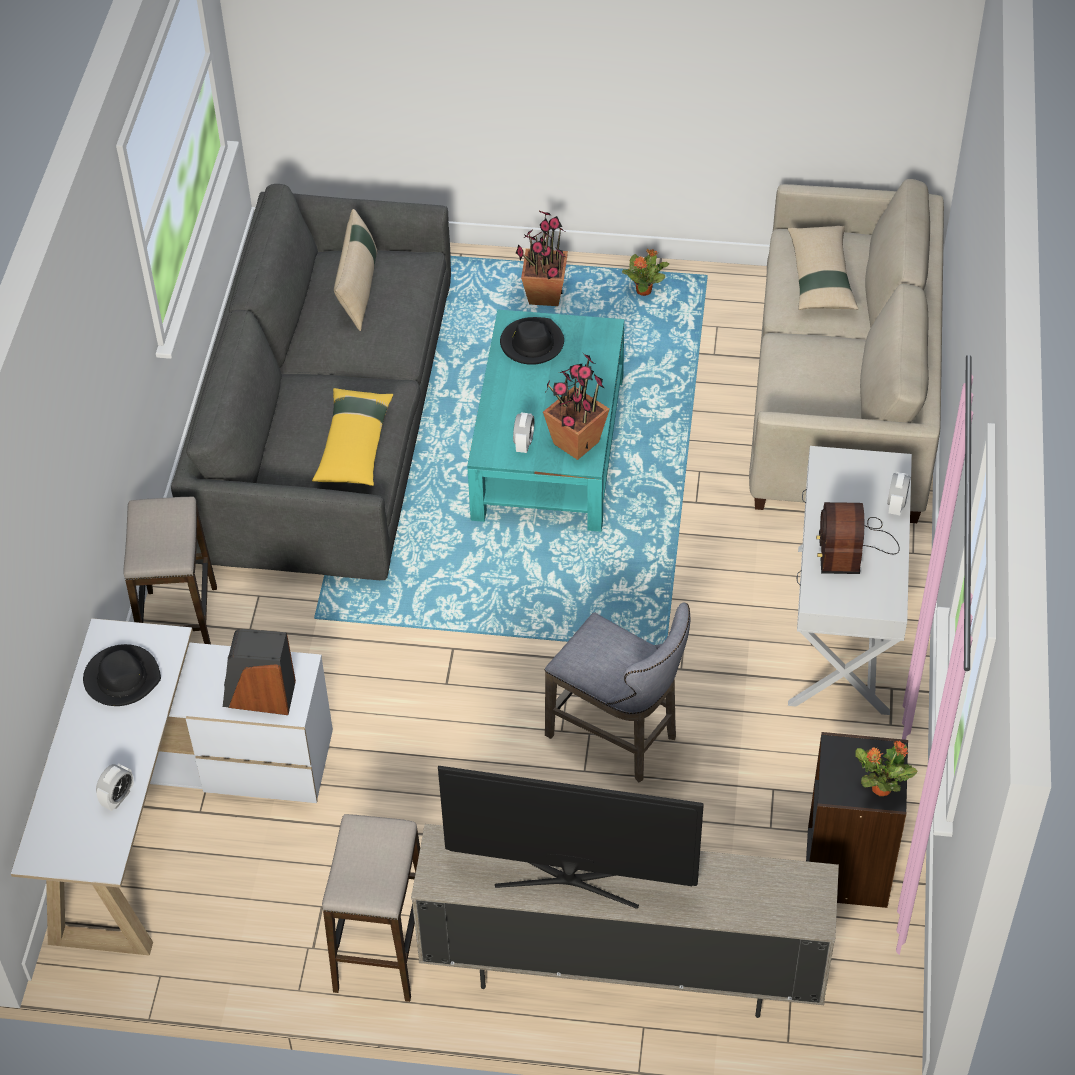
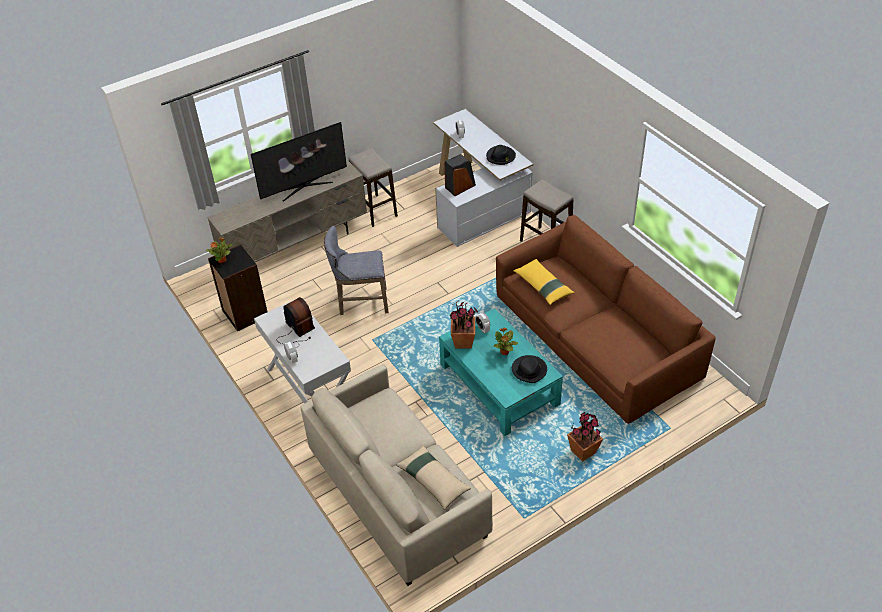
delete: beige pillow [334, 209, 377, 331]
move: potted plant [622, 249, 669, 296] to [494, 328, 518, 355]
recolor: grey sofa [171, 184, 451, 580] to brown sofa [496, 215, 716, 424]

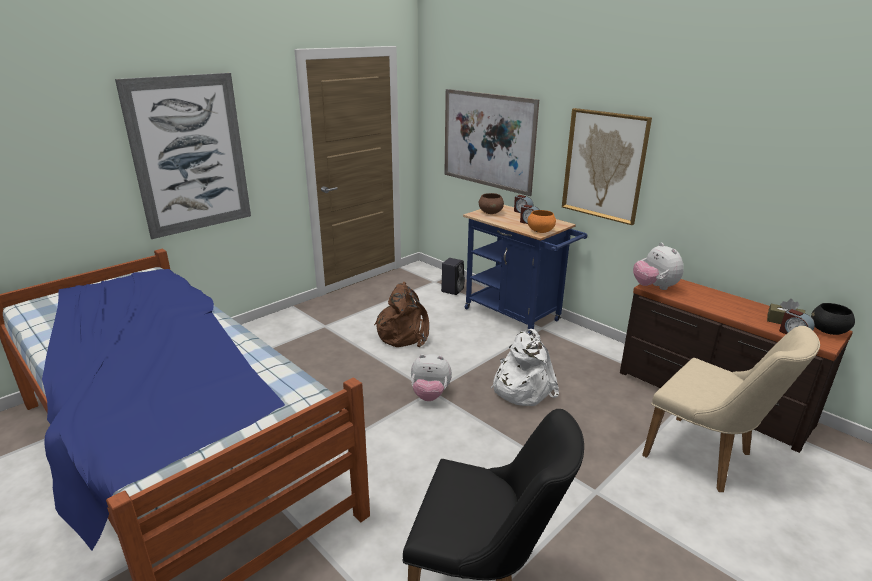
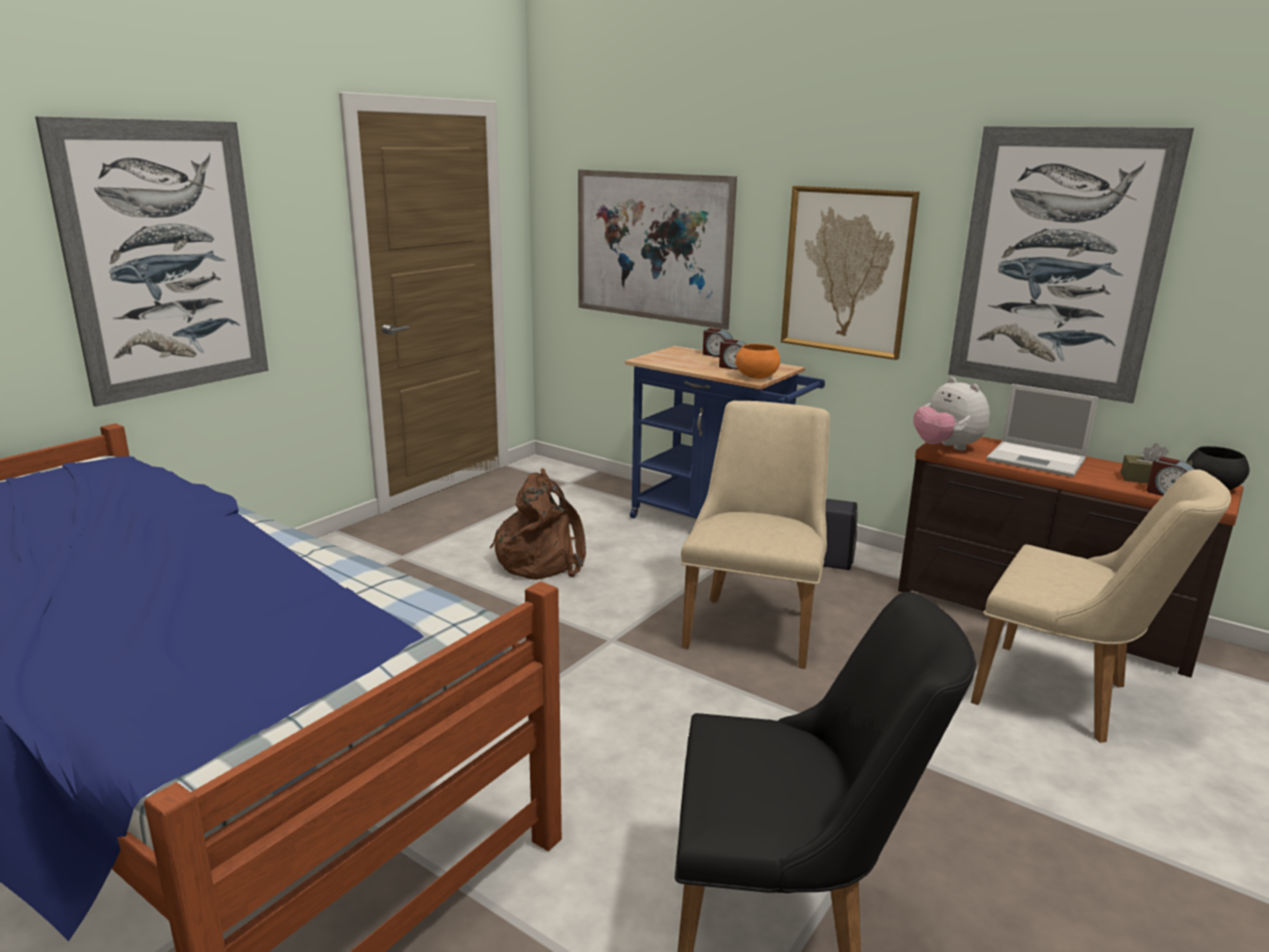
delete: plush toy [411, 354, 452, 401]; brown bowl [479, 193, 504, 214]
insert: picture [948, 126, 1194, 403]; laptop [986, 384, 1098, 477]
move: black speaker [441, 258, 465, 295] to [823, 499, 858, 570]
replace: white backpack [491, 329, 559, 406] to beige chair [681, 401, 830, 669]

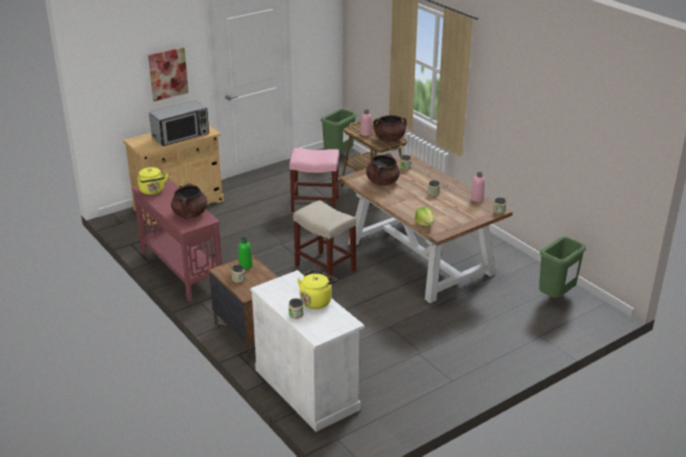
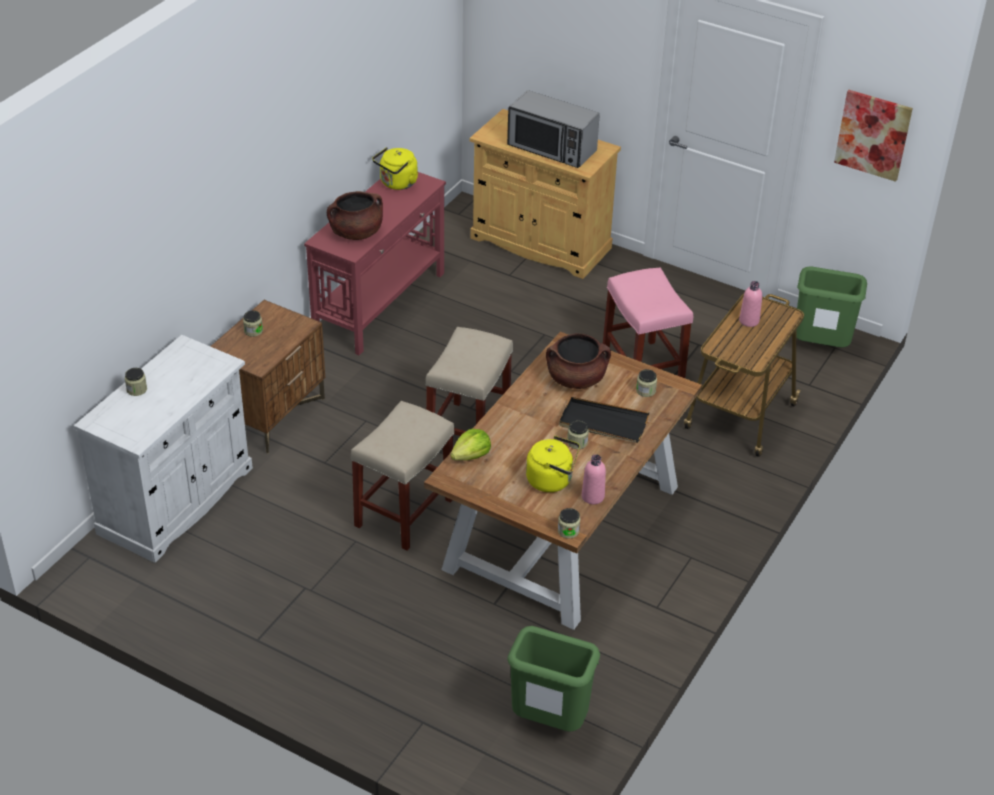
delete: green bottle [238, 237, 253, 270]; brown cooking pot [373, 115, 407, 142]
insert: beige stool [351, 401, 454, 551]; black tray [559, 397, 649, 443]
move: picture [148, 47, 189, 101] to [834, 90, 913, 182]; yellow kettle [297, 270, 337, 309] to [526, 436, 580, 492]

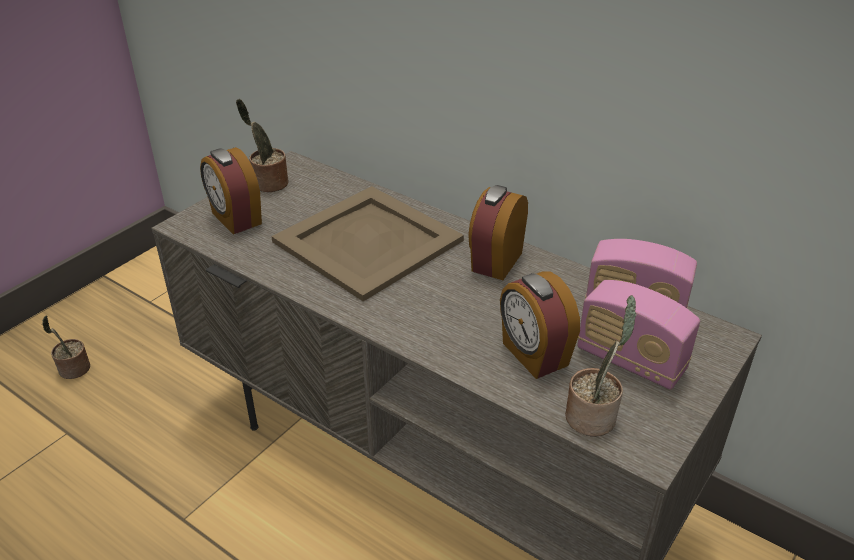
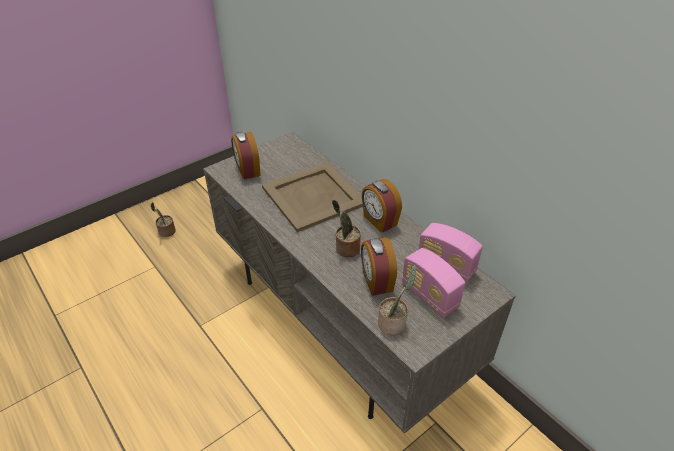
move: potted plant [236, 99, 288, 192] to [332, 200, 361, 257]
rotate: alarm clock [468, 185, 528, 280] = [362, 179, 402, 233] 75 degrees counterclockwise

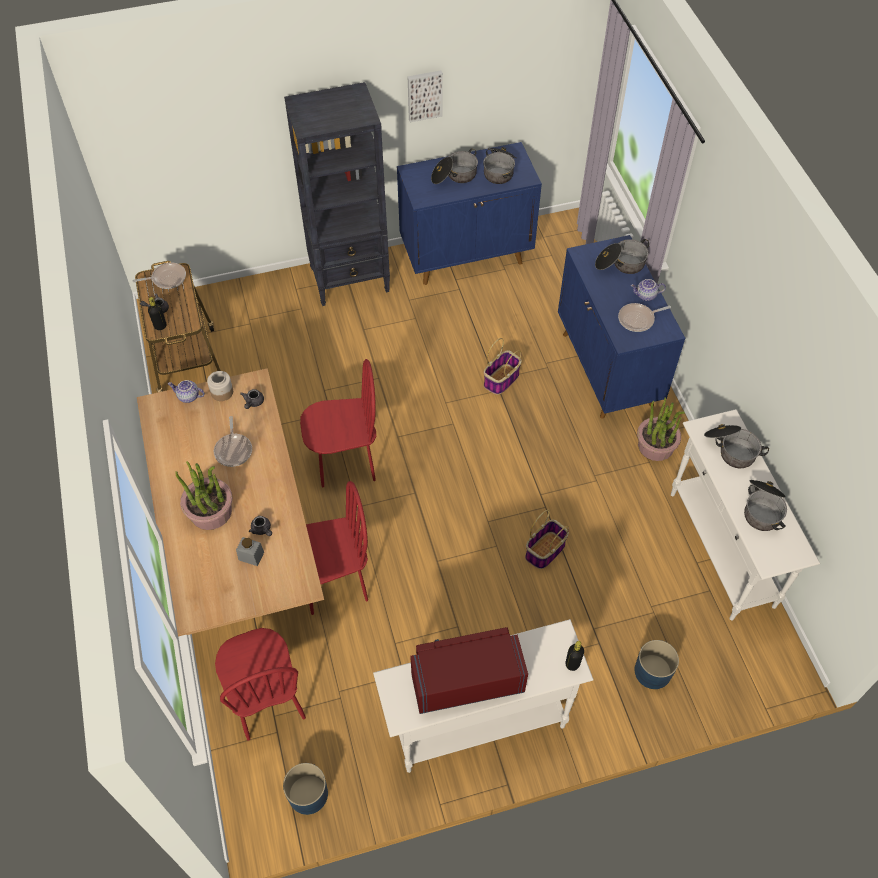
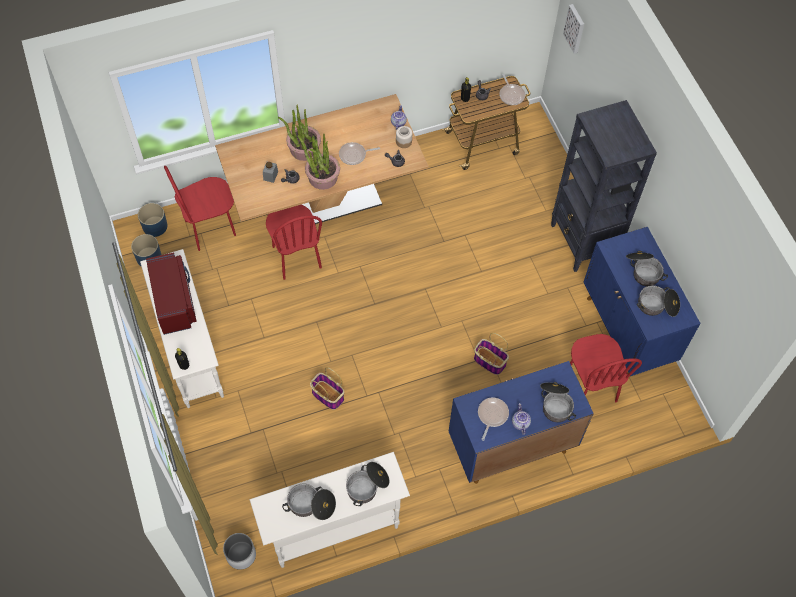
insert: white planter [223, 533, 256, 570]
move: red chair [300, 359, 376, 487] to [570, 334, 642, 402]; picture [408, 71, 443, 122] to [563, 4, 584, 54]; blue planter [635, 640, 679, 689] to [138, 203, 168, 237]; potted plant [637, 398, 685, 461] to [297, 133, 340, 190]
rotate: frying pan [618, 303, 671, 332] = [478, 397, 509, 441] 45 degrees clockwise

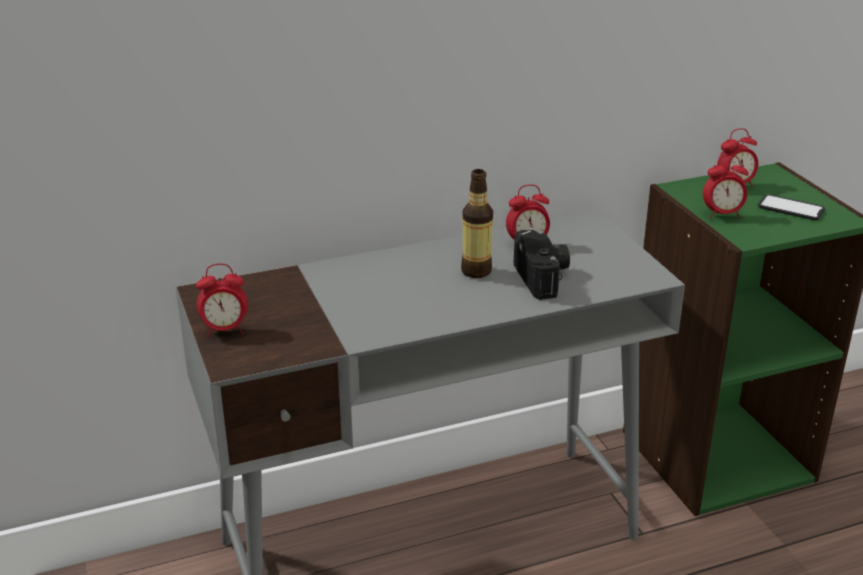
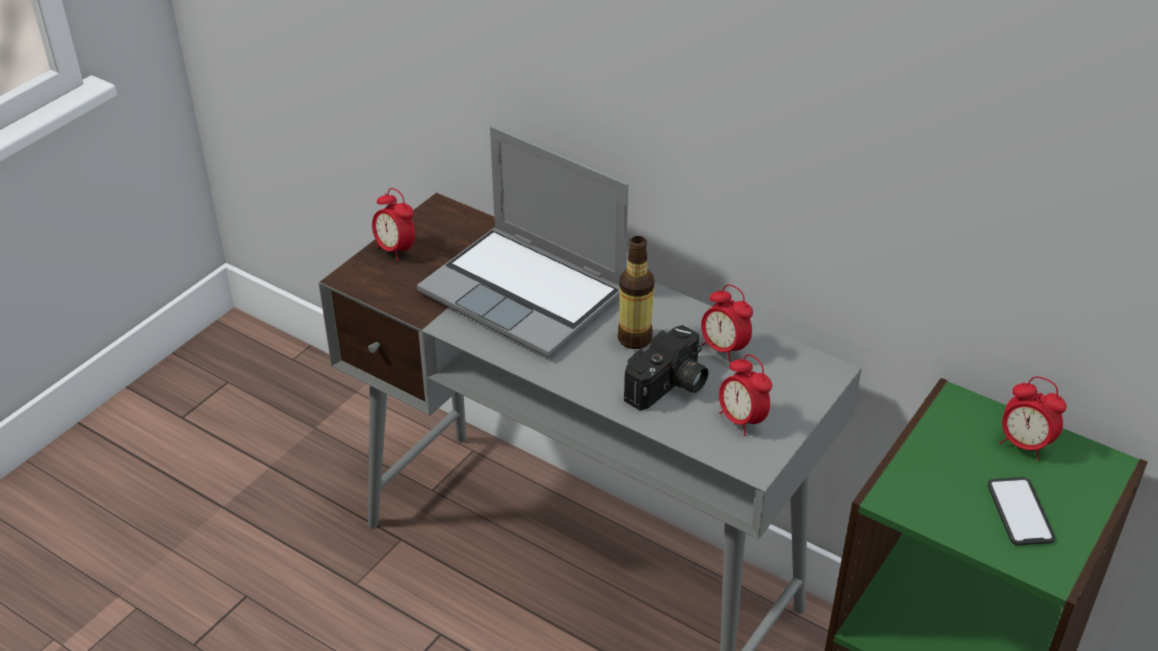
insert: laptop [417, 126, 628, 358]
move: alarm clock [703, 155, 749, 219] to [719, 354, 772, 436]

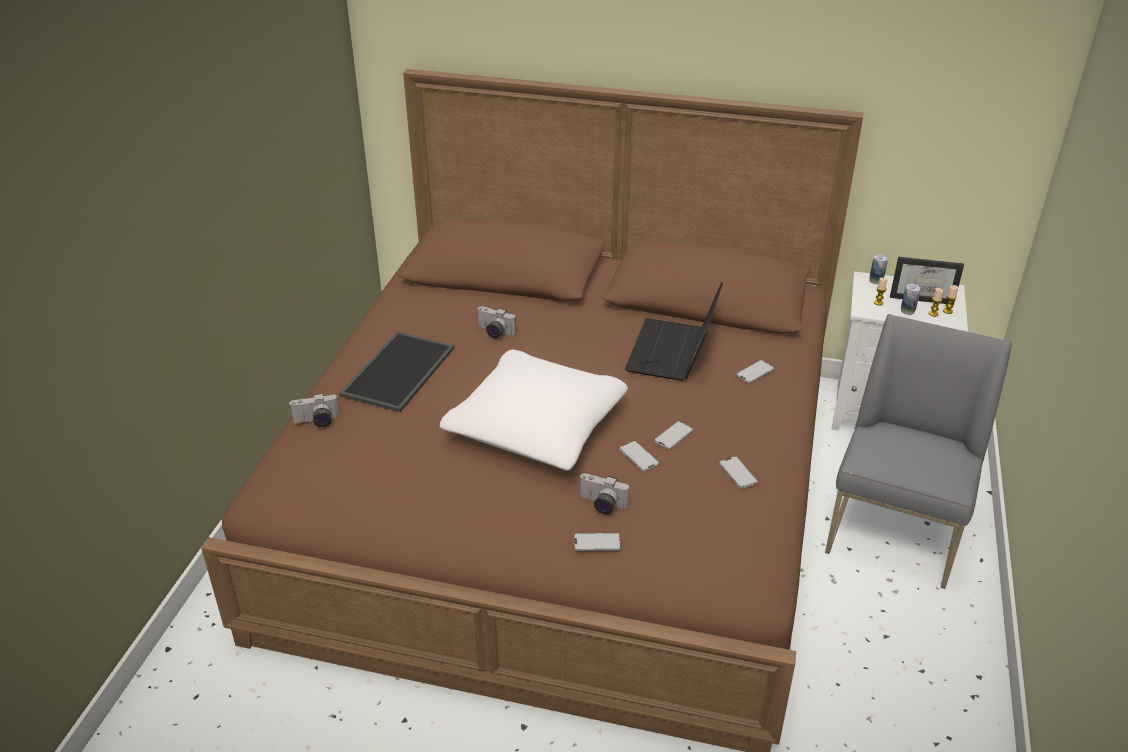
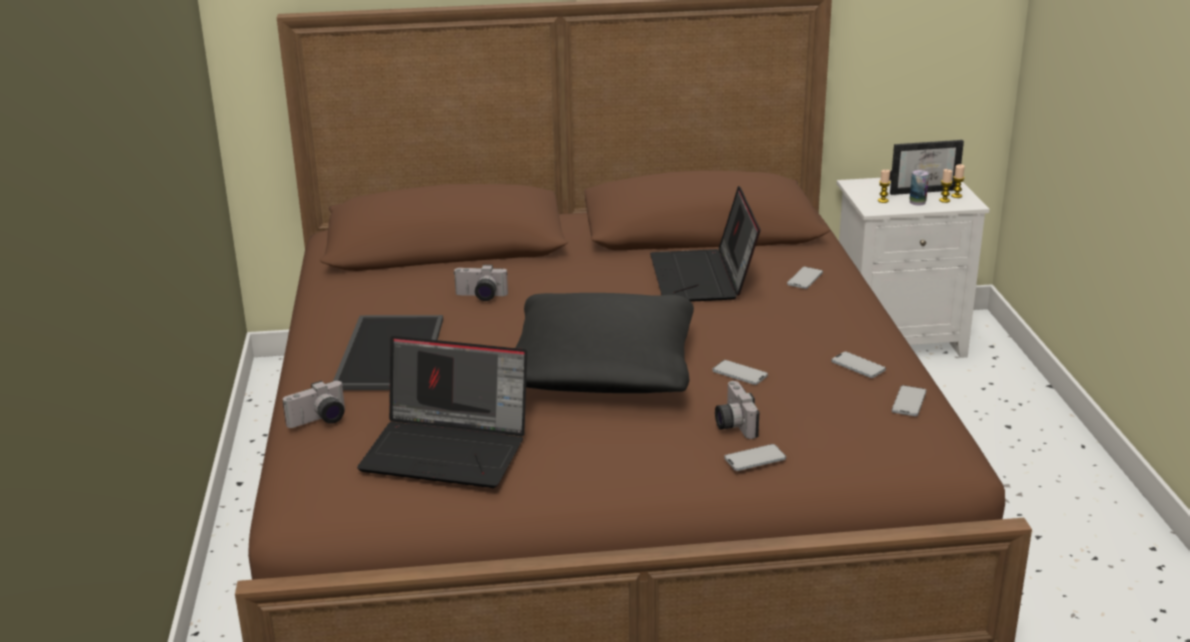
delete: grey chair [825, 314, 1012, 589]; can [869, 254, 888, 285]
insert: laptop [357, 336, 527, 488]
move: phone [654, 421, 693, 449] to [892, 385, 926, 416]
recolor: white pillow [440, 350, 628, 471] to black pillow [516, 293, 694, 393]
rotate: photo camera [580, 473, 629, 514] = [715, 381, 759, 439] 75 degrees clockwise

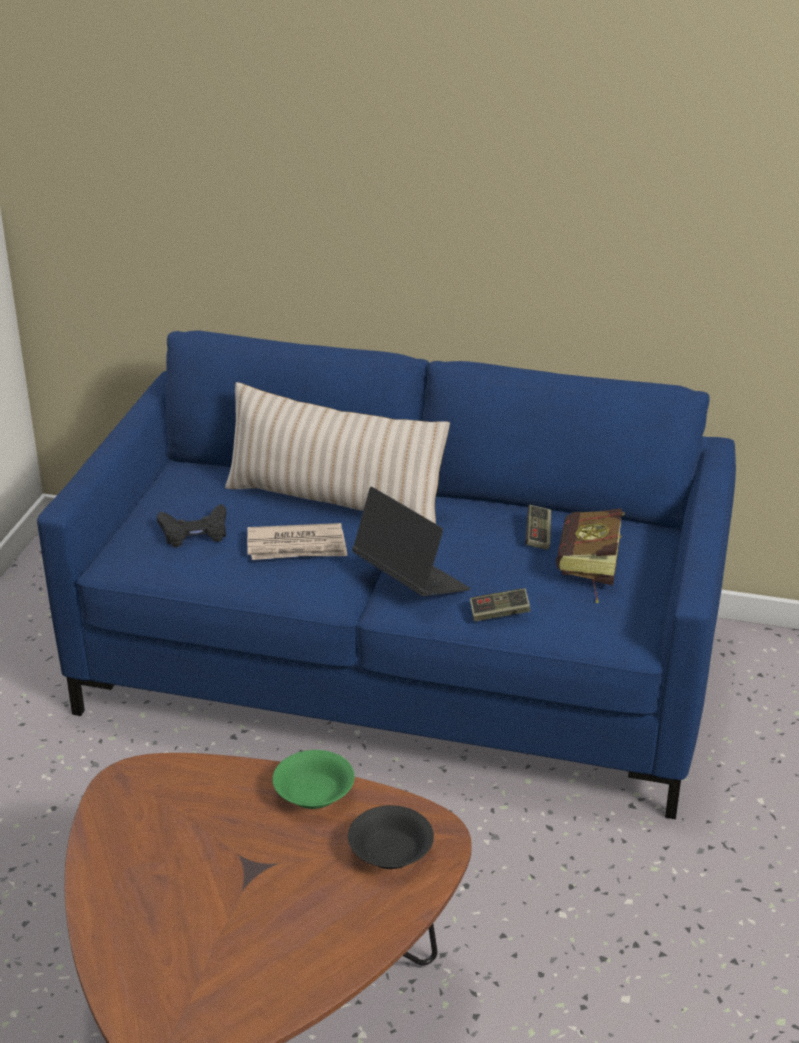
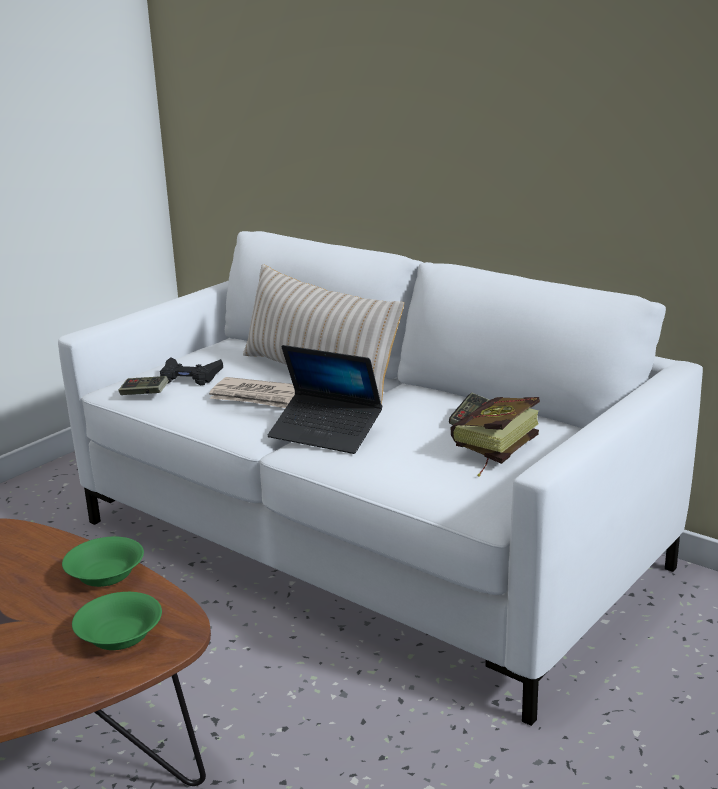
move: game controller [470, 588, 531, 621] to [118, 376, 169, 395]
recolor: blue sofa [37, 330, 736, 819] to white sofa [58, 231, 703, 726]; black bowl [348, 805, 434, 869] to green bowl [72, 592, 162, 650]
rotate: laptop [352, 487, 470, 596] = [268, 345, 382, 454] 135 degrees clockwise

